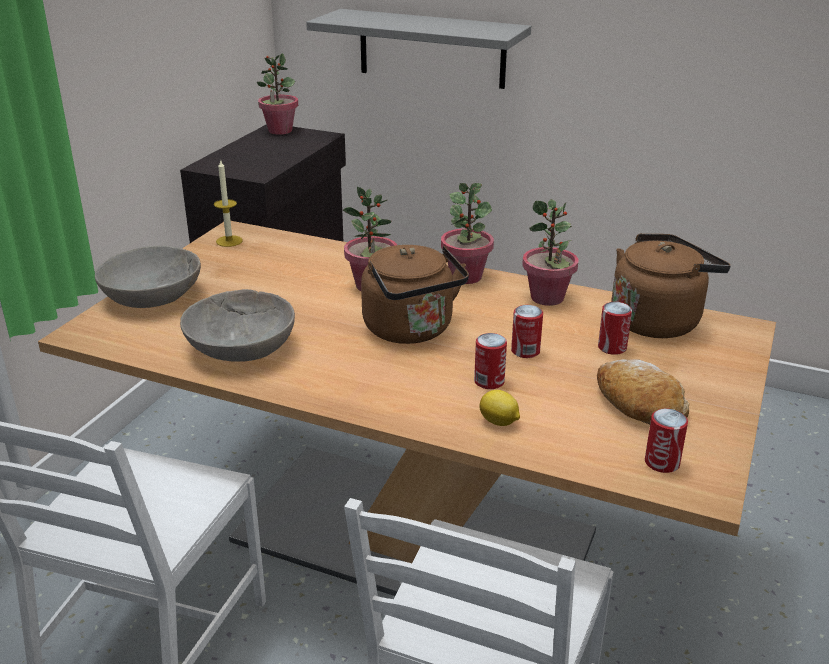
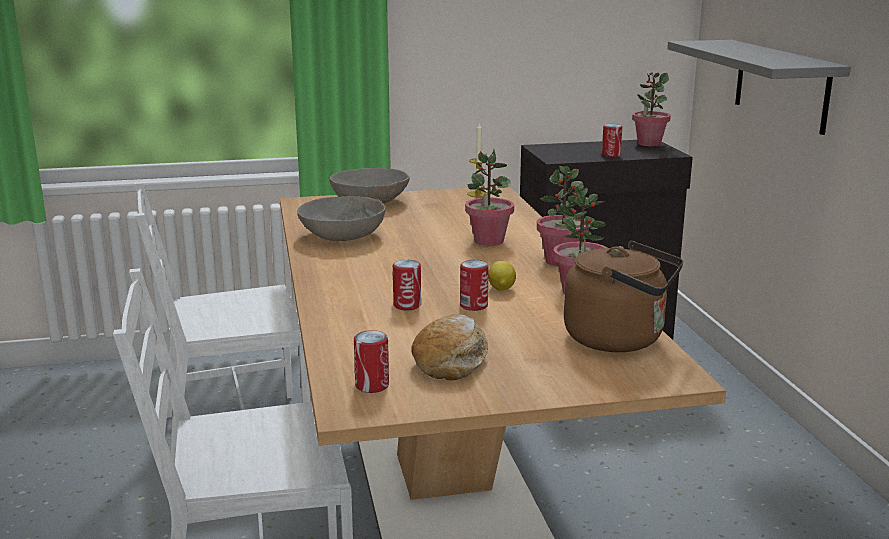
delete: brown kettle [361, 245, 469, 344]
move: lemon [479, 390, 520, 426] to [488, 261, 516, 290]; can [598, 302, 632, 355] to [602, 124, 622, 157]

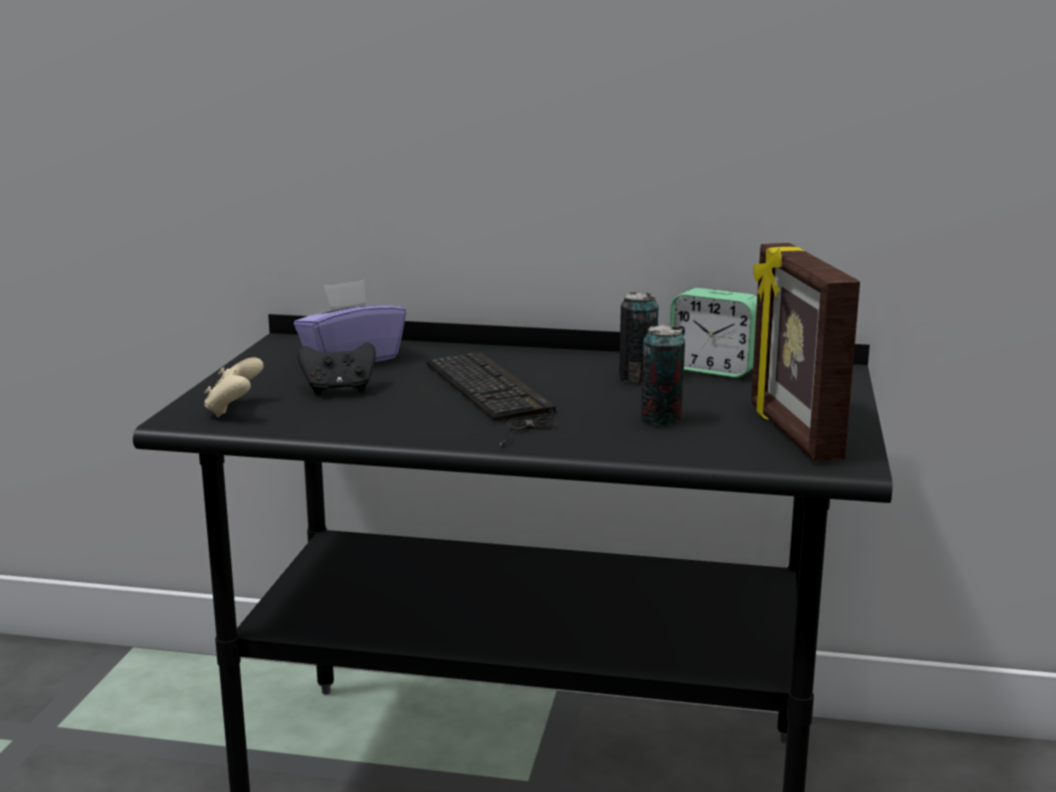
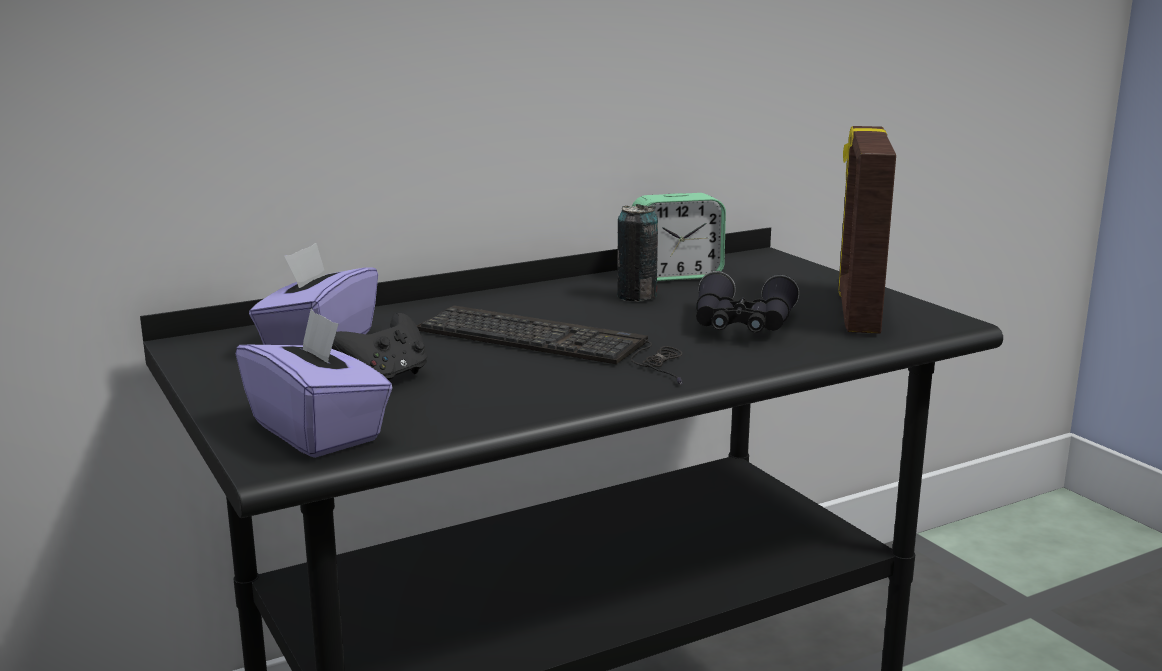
replace: beige game controller [204, 357, 264, 417] to purple tissue box [236, 308, 392, 458]; can [640, 325, 685, 425] to black binoculars [696, 271, 799, 333]
rotate: picture frame [751, 243, 860, 461] = [838, 126, 896, 334] 60 degrees clockwise

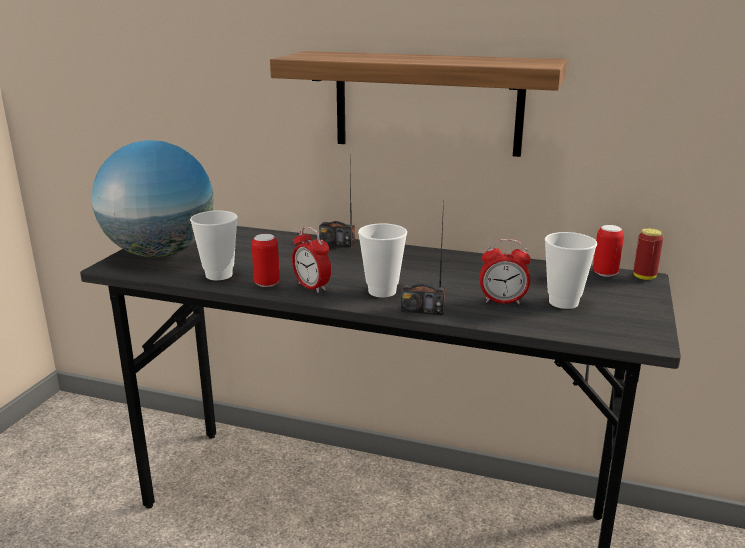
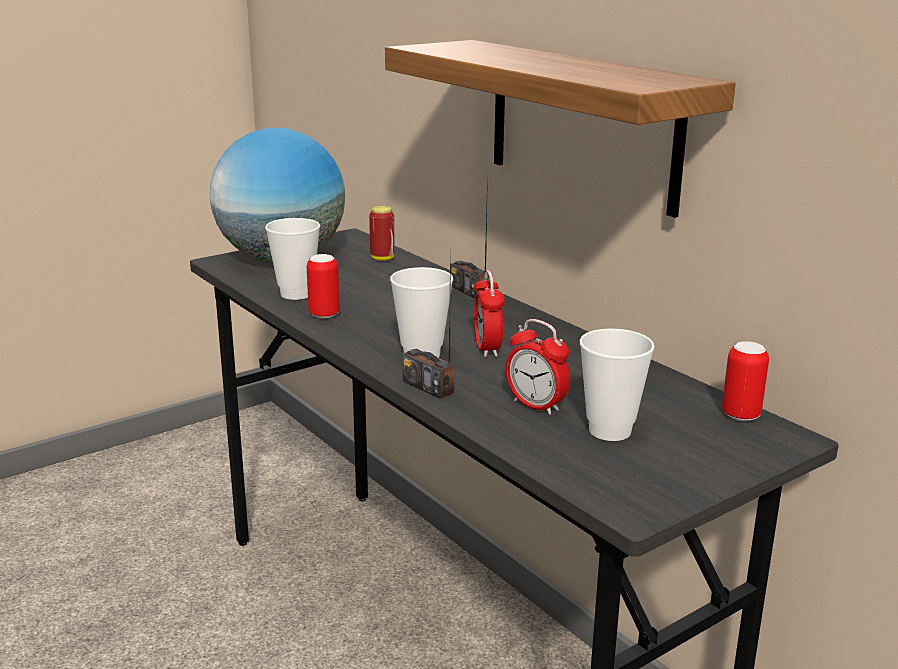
move: alarm clock [292, 226, 331, 293] to [473, 270, 505, 357]; can [633, 228, 663, 280] to [369, 206, 395, 261]

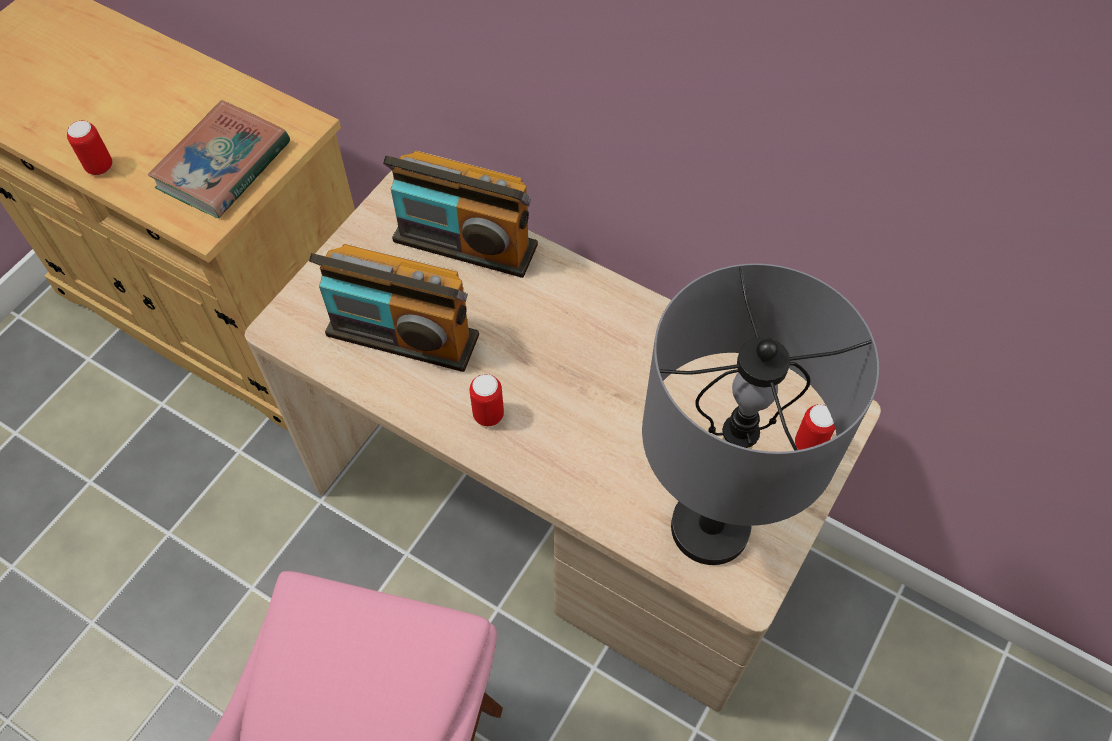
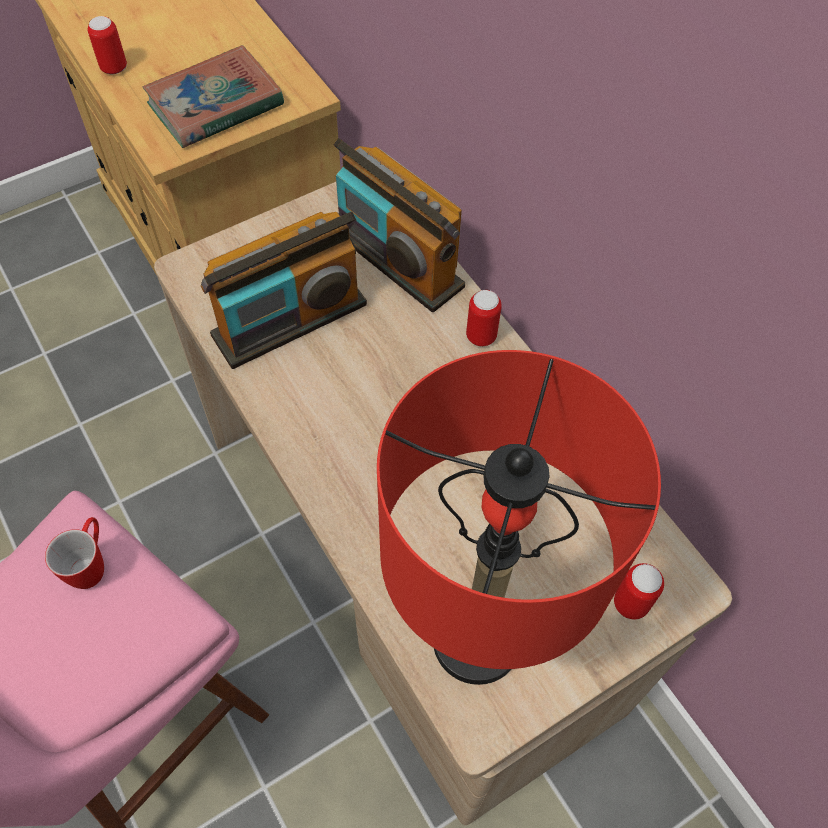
insert: mug [45, 517, 104, 589]
move: can [469, 374, 504, 426] to [466, 290, 502, 346]
recolor: grey table lamp [642, 263, 879, 565] to red table lamp [377, 350, 661, 685]
rotate: radio [309, 244, 479, 372] = [201, 212, 367, 369] 75 degrees counterclockwise

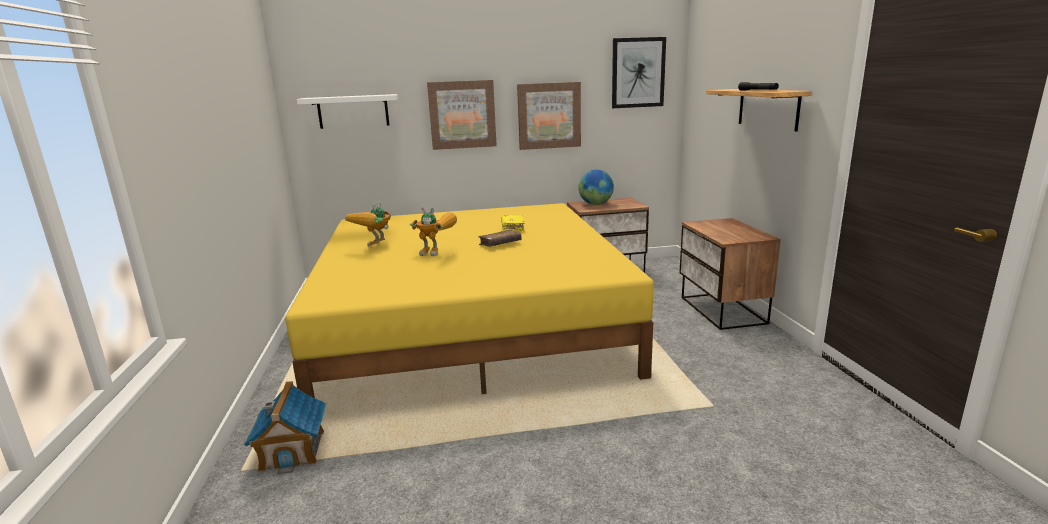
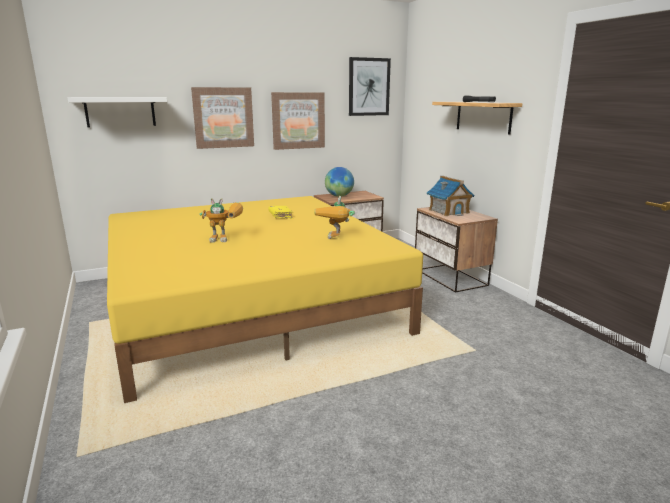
delete: brown book [478, 230, 521, 247]
move: toy house [244, 381, 326, 474] to [427, 176, 475, 216]; toy robot [345, 201, 391, 247] to [314, 196, 355, 239]

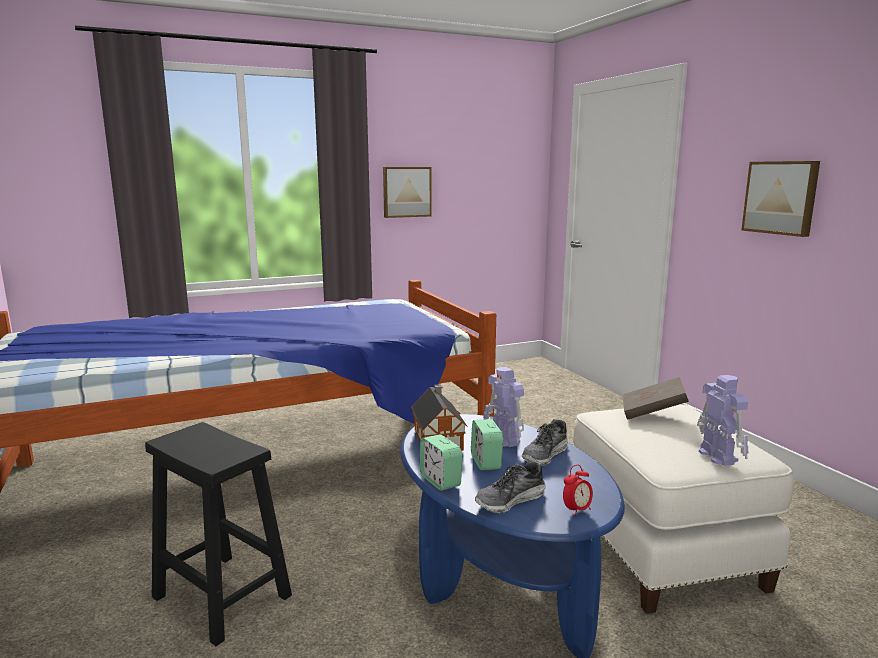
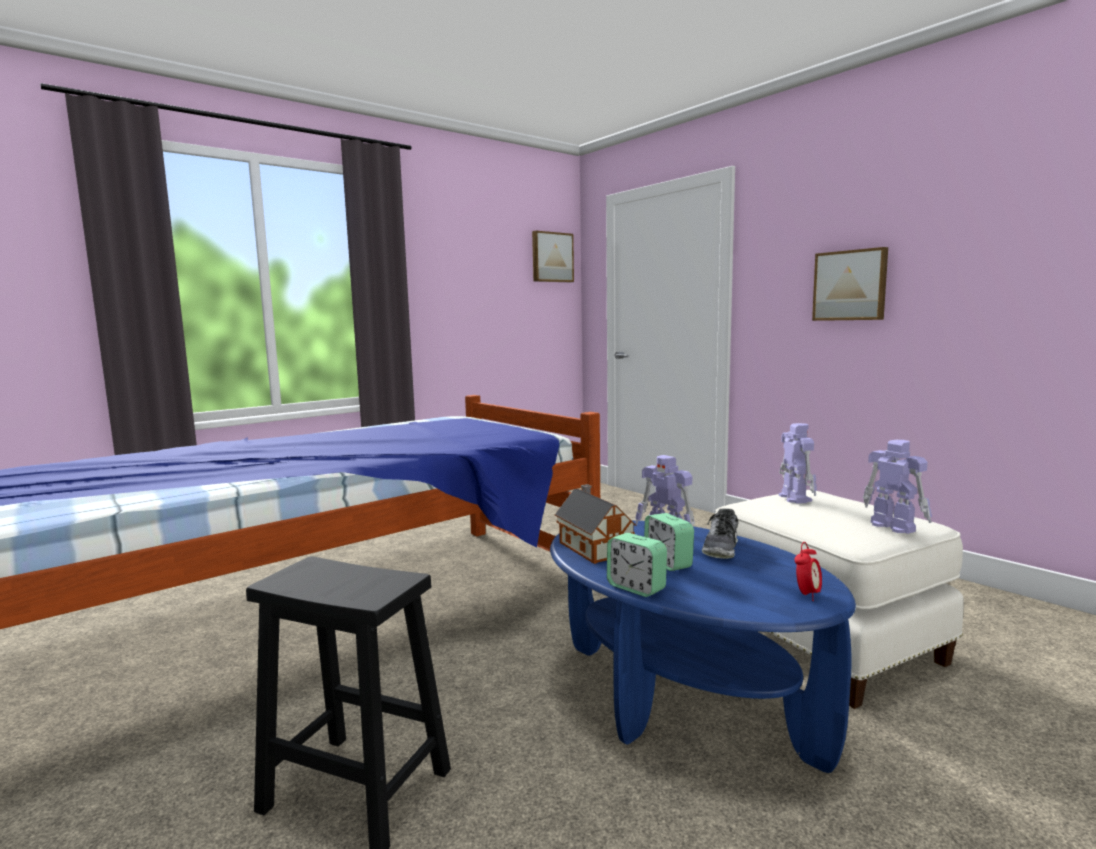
delete: shoe [475, 460, 546, 513]
move: picture [383, 167, 432, 218] to [532, 231, 574, 282]
replace: brown book [622, 377, 689, 420] to toy robot [779, 423, 817, 504]

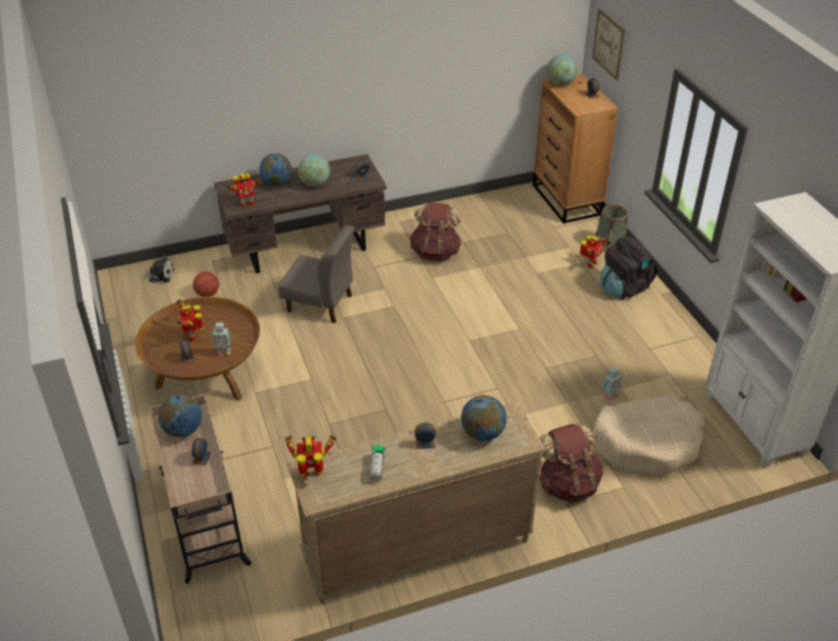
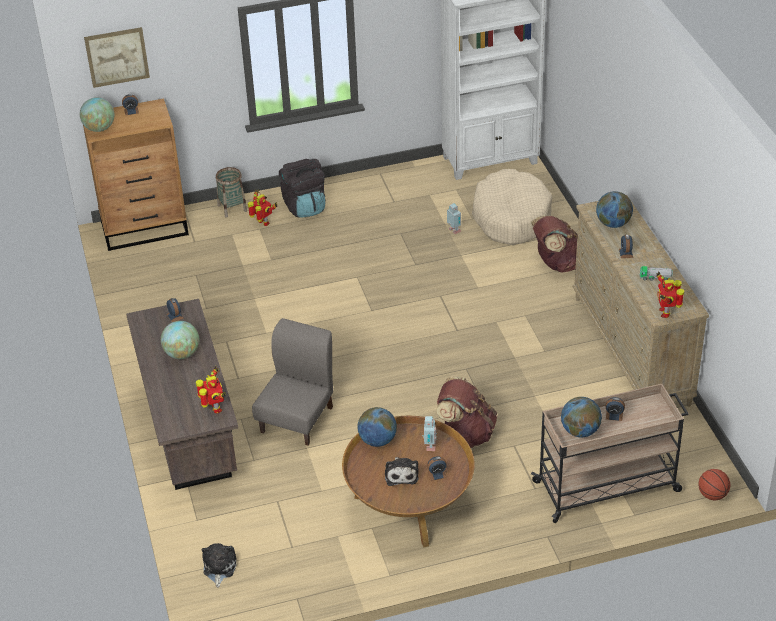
move: basketball [193, 272, 219, 297] to [698, 469, 730, 500]; globe [260, 153, 292, 186] to [358, 407, 397, 447]; brown backpack [409, 202, 462, 261] to [437, 377, 497, 448]
replace: toy robot [177, 299, 204, 341] to plush toy [385, 457, 419, 486]

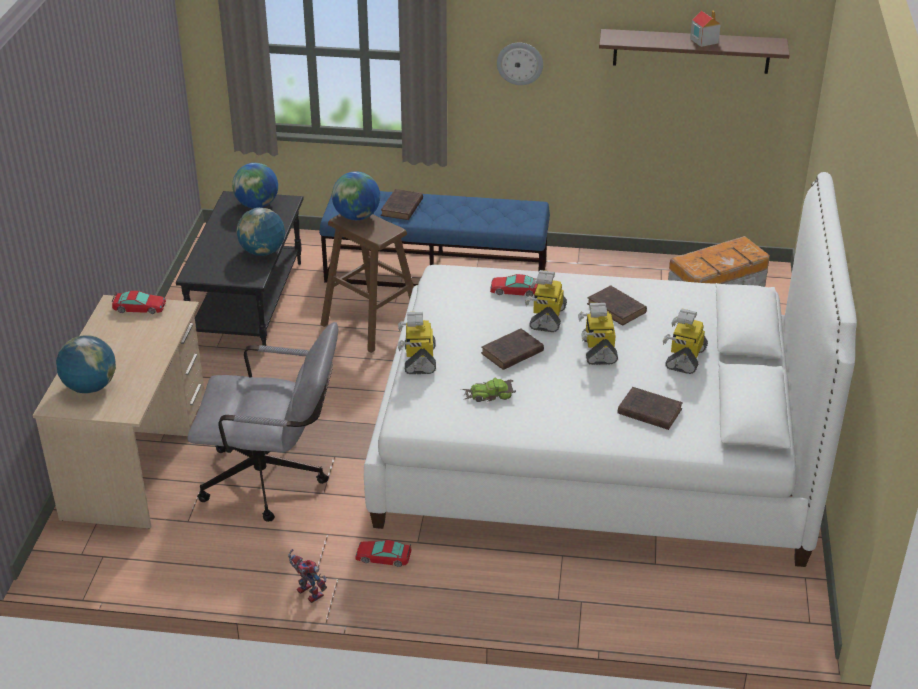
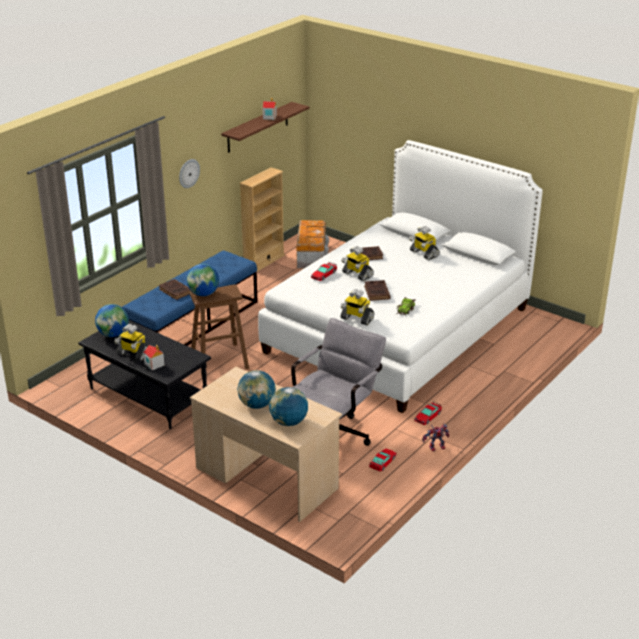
delete: brown book [617, 387, 683, 430]
insert: toy house [143, 345, 164, 370]; beige bookcase [240, 167, 285, 272]
move: toy car [112, 291, 166, 314] to [369, 448, 396, 471]; globe [236, 208, 285, 256] to [237, 370, 276, 409]; toy robot [578, 303, 618, 365] to [114, 324, 149, 361]

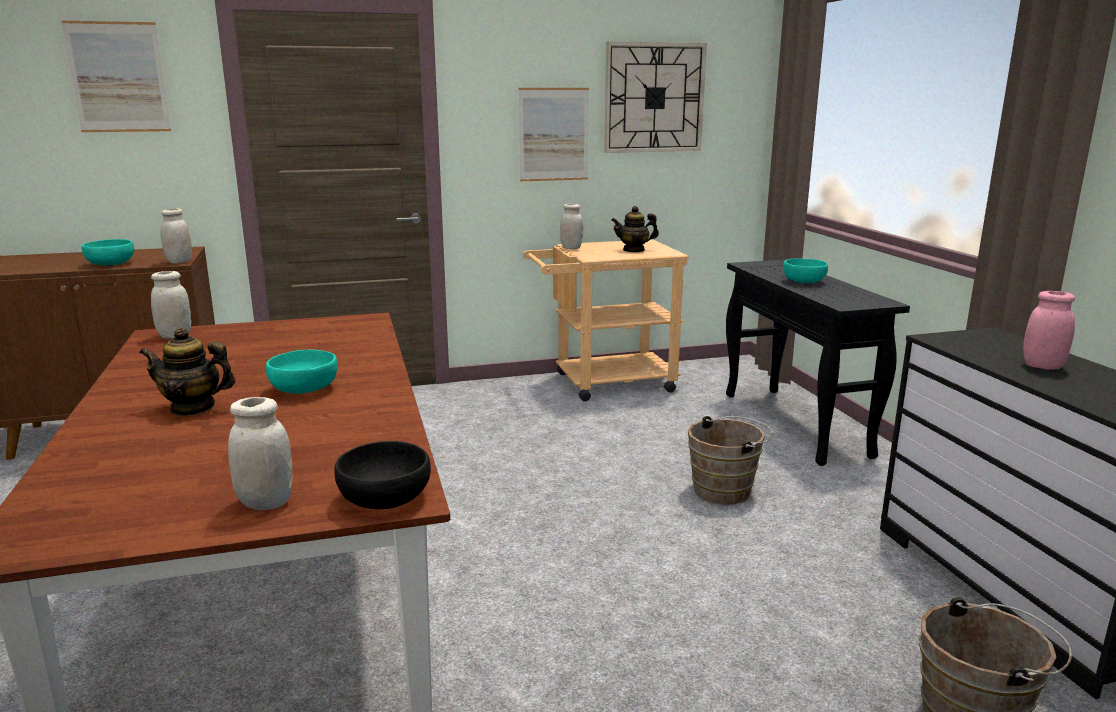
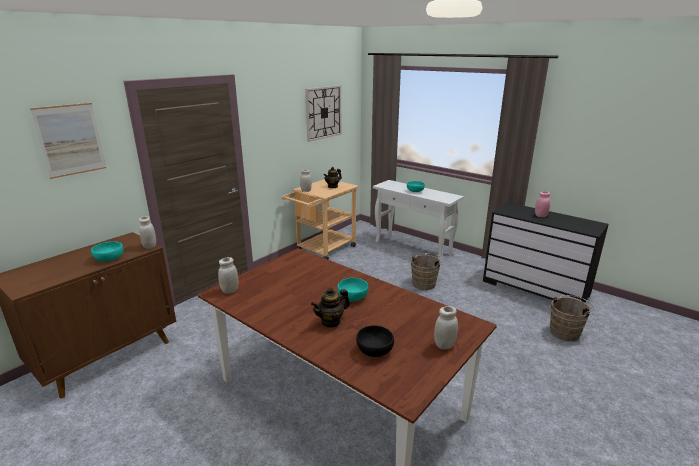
delete: picture [519, 88, 589, 181]
move: black bowl [334, 441, 431, 509] to [356, 325, 394, 357]
recolor: black console table [726, 260, 910, 466] to white console table [373, 180, 464, 263]

